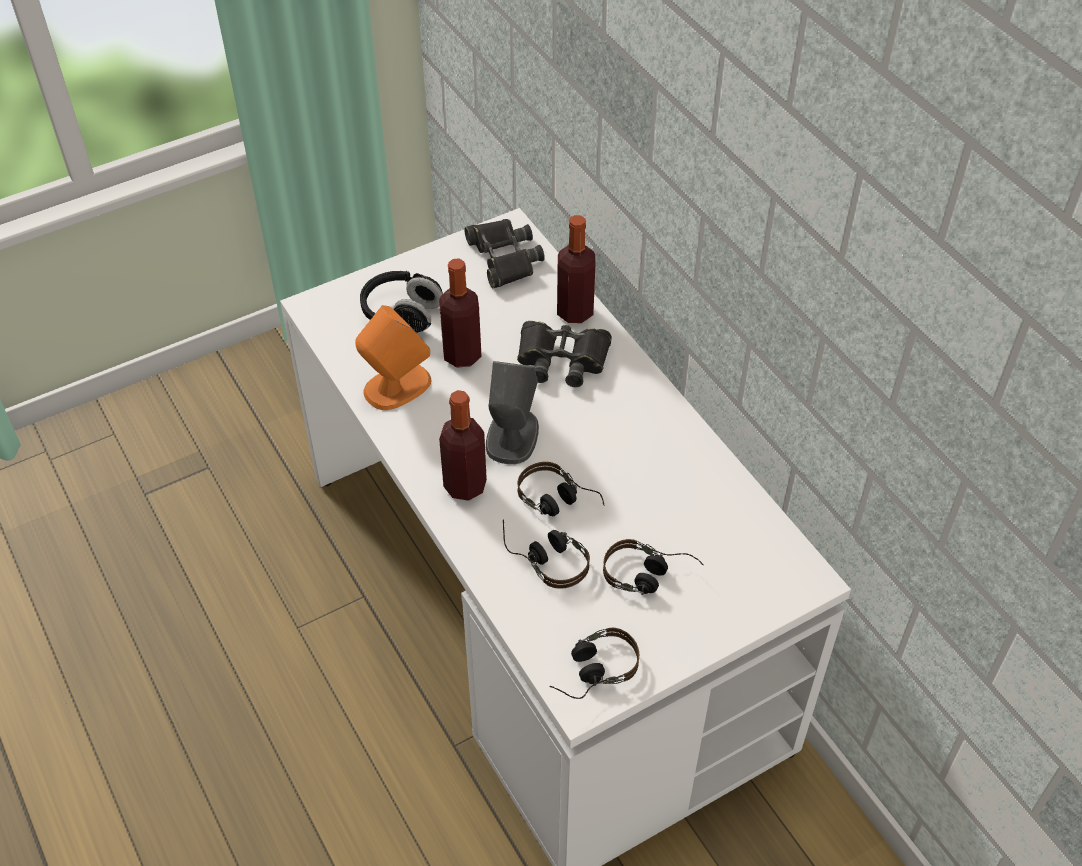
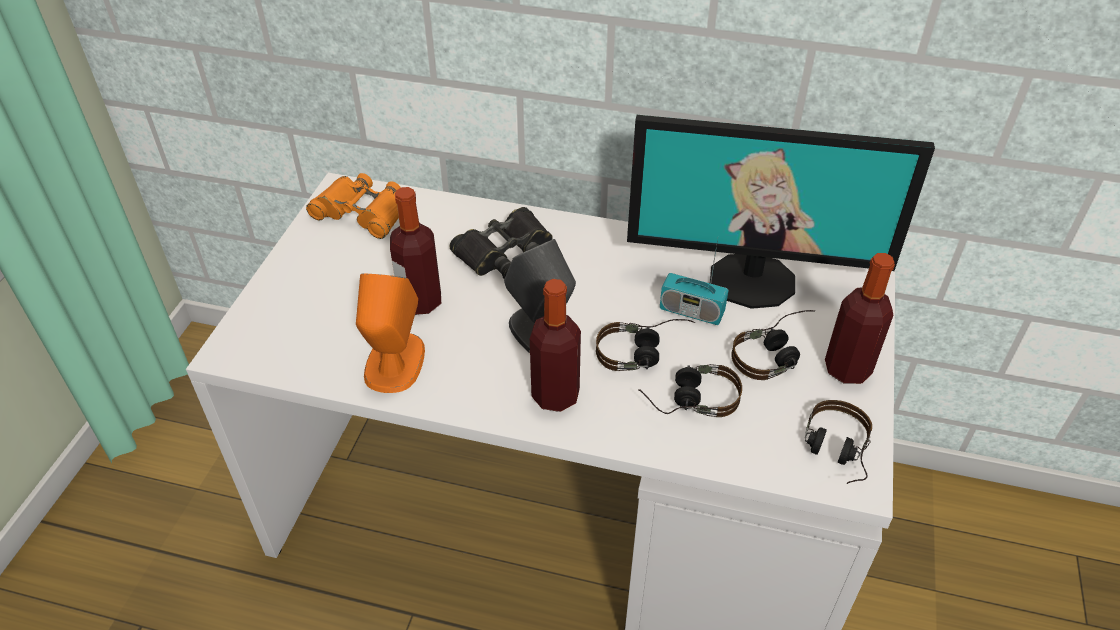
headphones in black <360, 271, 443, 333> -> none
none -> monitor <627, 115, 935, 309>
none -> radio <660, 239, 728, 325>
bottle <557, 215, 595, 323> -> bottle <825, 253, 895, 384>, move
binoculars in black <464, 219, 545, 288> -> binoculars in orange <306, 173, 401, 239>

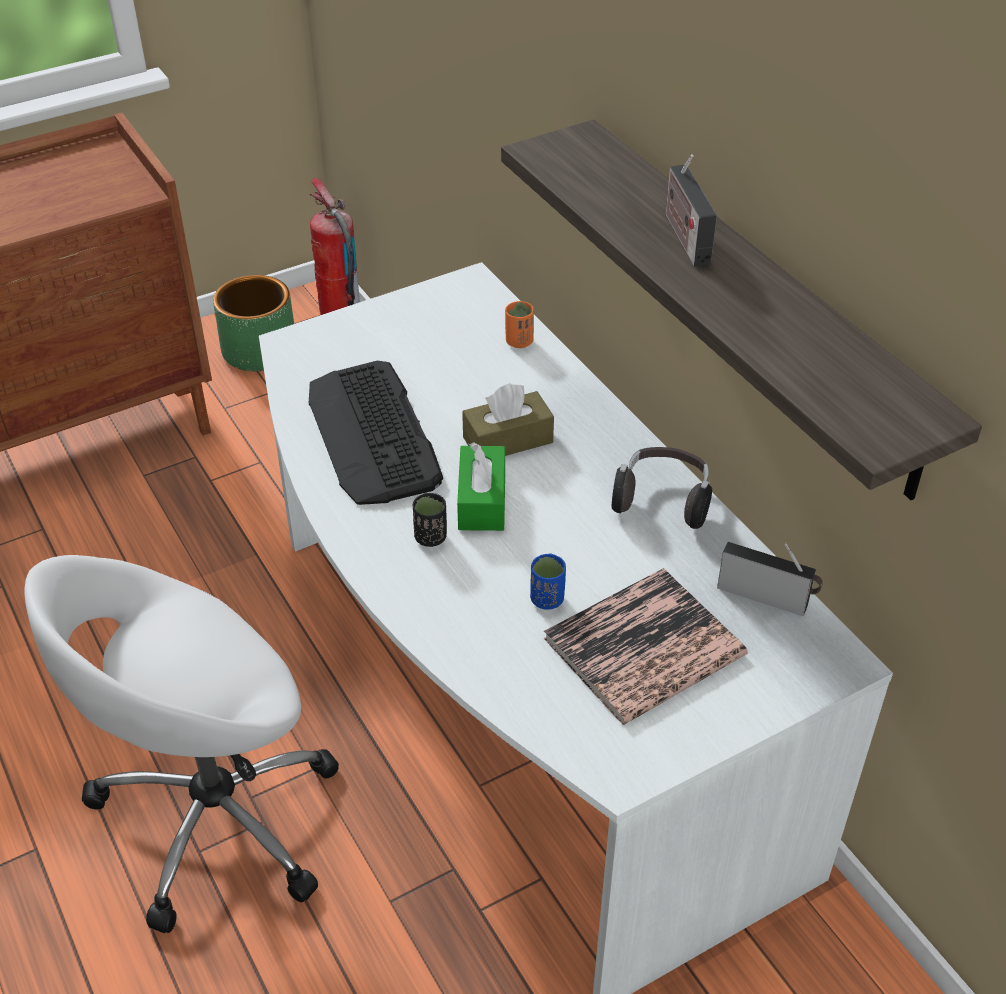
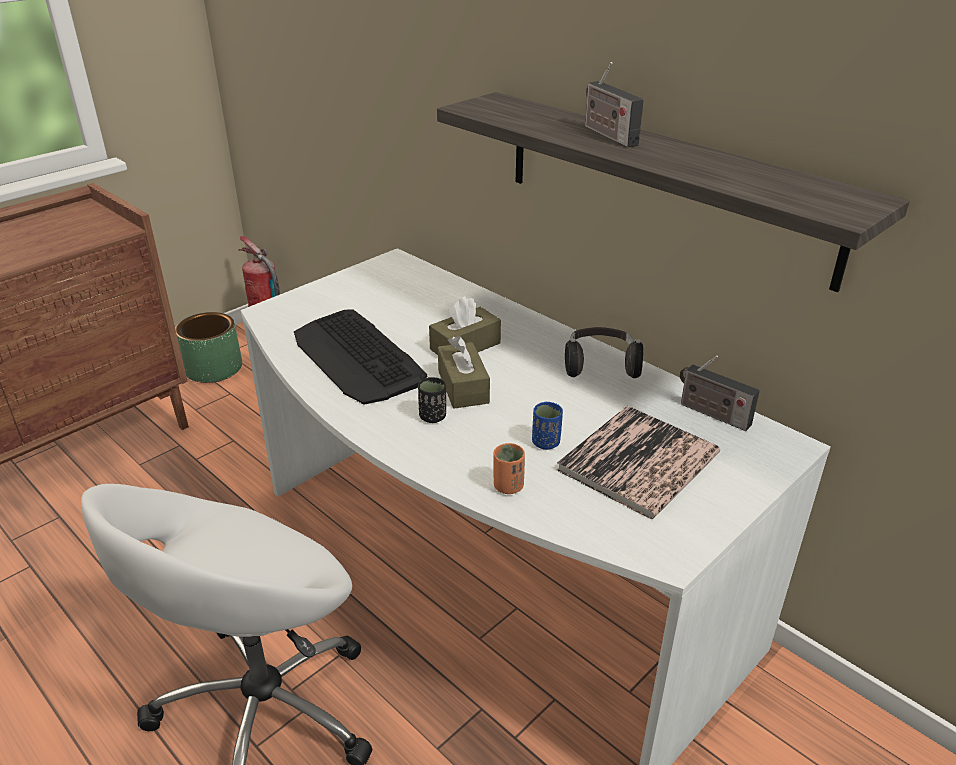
cup in orange <505, 301, 534, 348> -> cup in orange <493, 443, 525, 494>, move
tissue box in green <457, 442, 505, 531> -> tissue box in brown <438, 335, 490, 409>
radio <717, 542, 823, 616> -> radio <680, 355, 760, 431>, 150 degrees counterclockwise

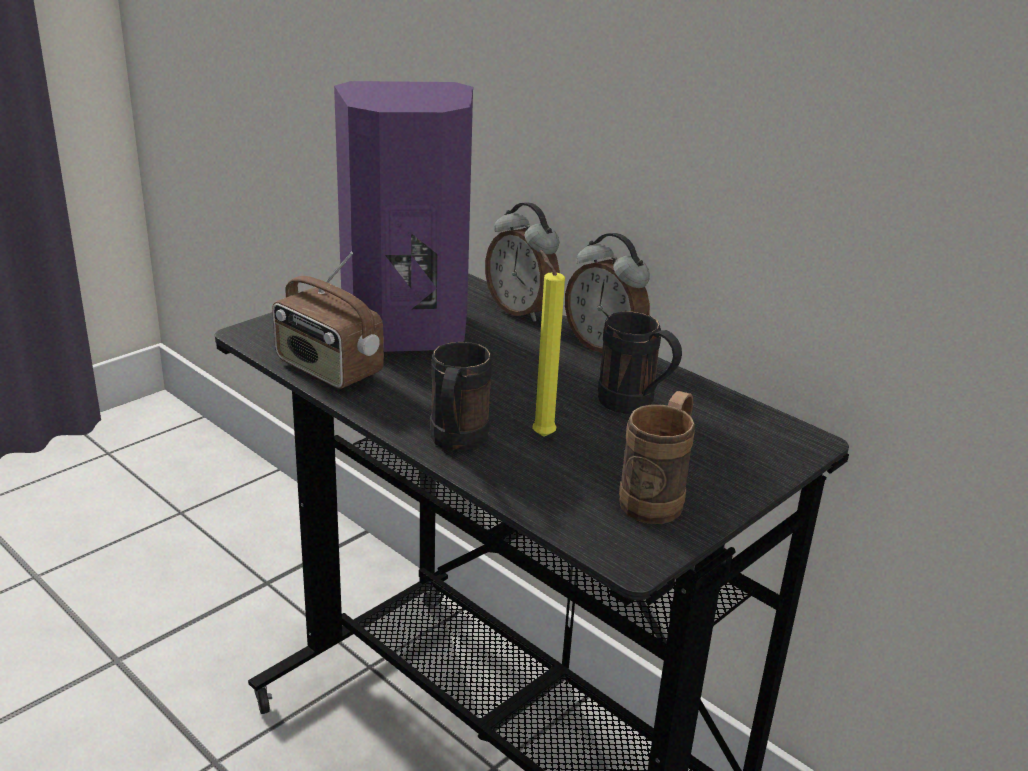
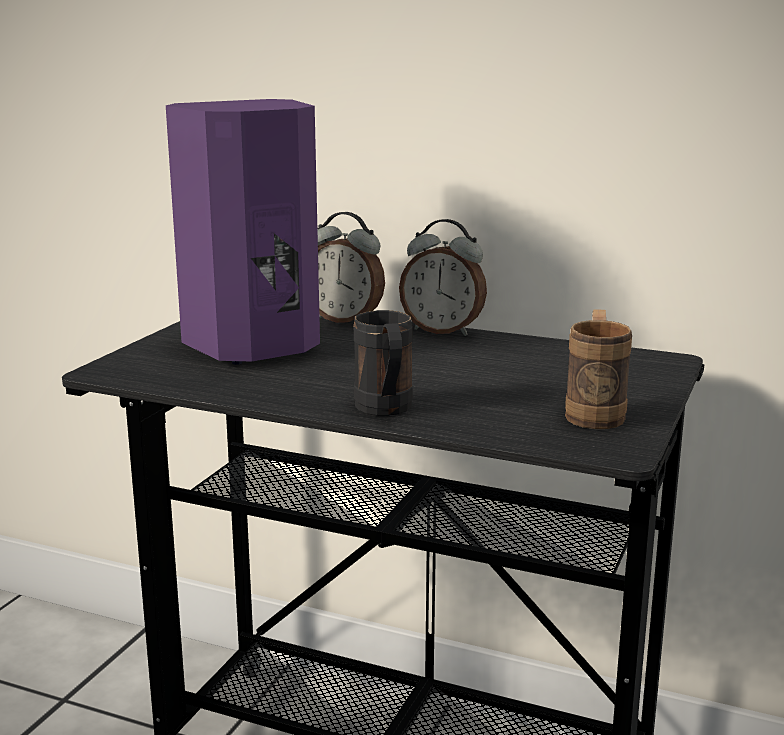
radio <272, 252, 384, 389> -> none
candle in yellow <532, 250, 565, 437> -> none
mug in black <598, 311, 682, 414> -> none

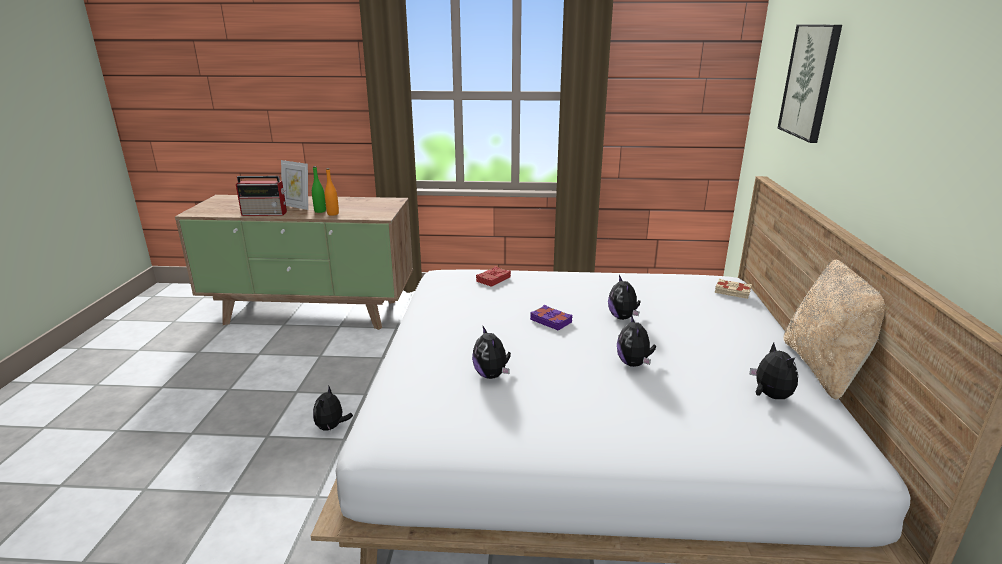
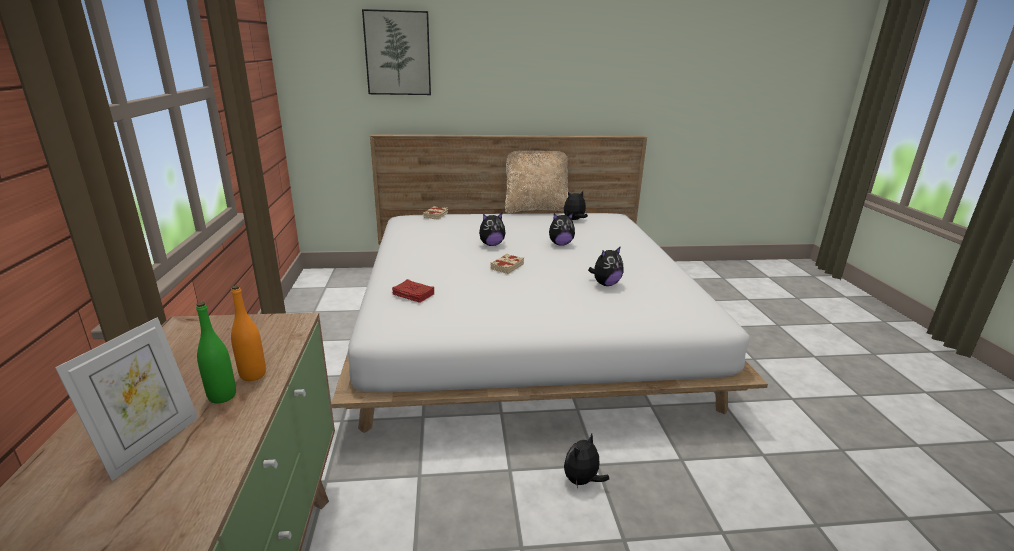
radio <236, 176, 287, 216> -> none
book in purple <530, 305, 573, 331> -> book in beige <490, 254, 524, 274>
plush toy <313, 386, 353, 431> -> plush toy <564, 433, 609, 488>, 135 degrees clockwise

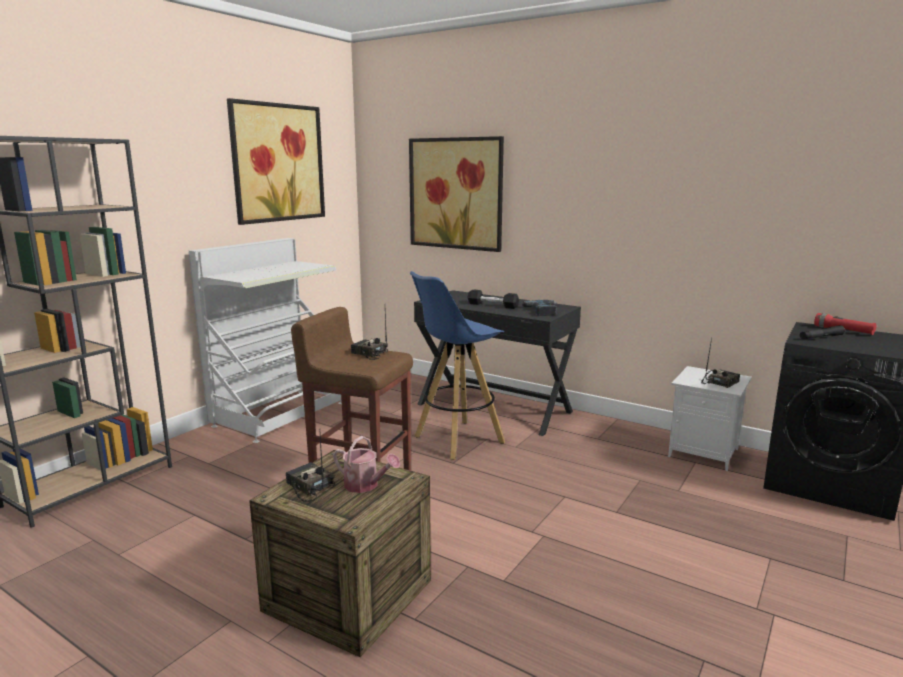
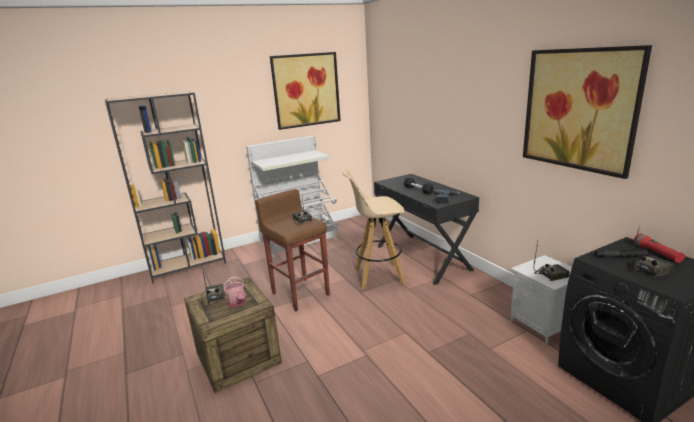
none -> radio <627, 226, 675, 278>
picture <409, 136, 504, 252> -> picture <523, 45, 652, 179>, move
stool in blue <410, 271, 505, 460> -> stool in beige <343, 168, 406, 290>

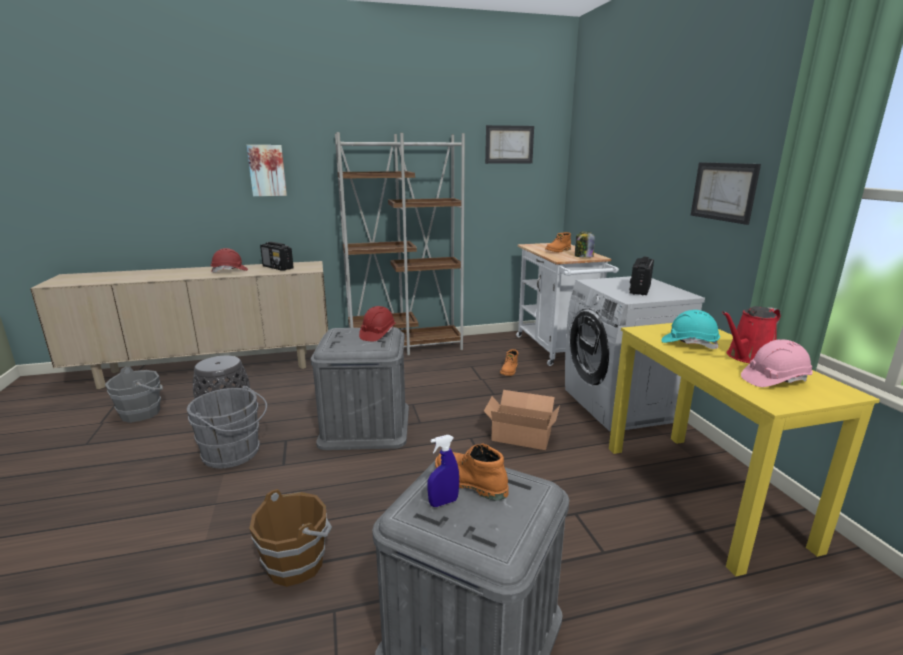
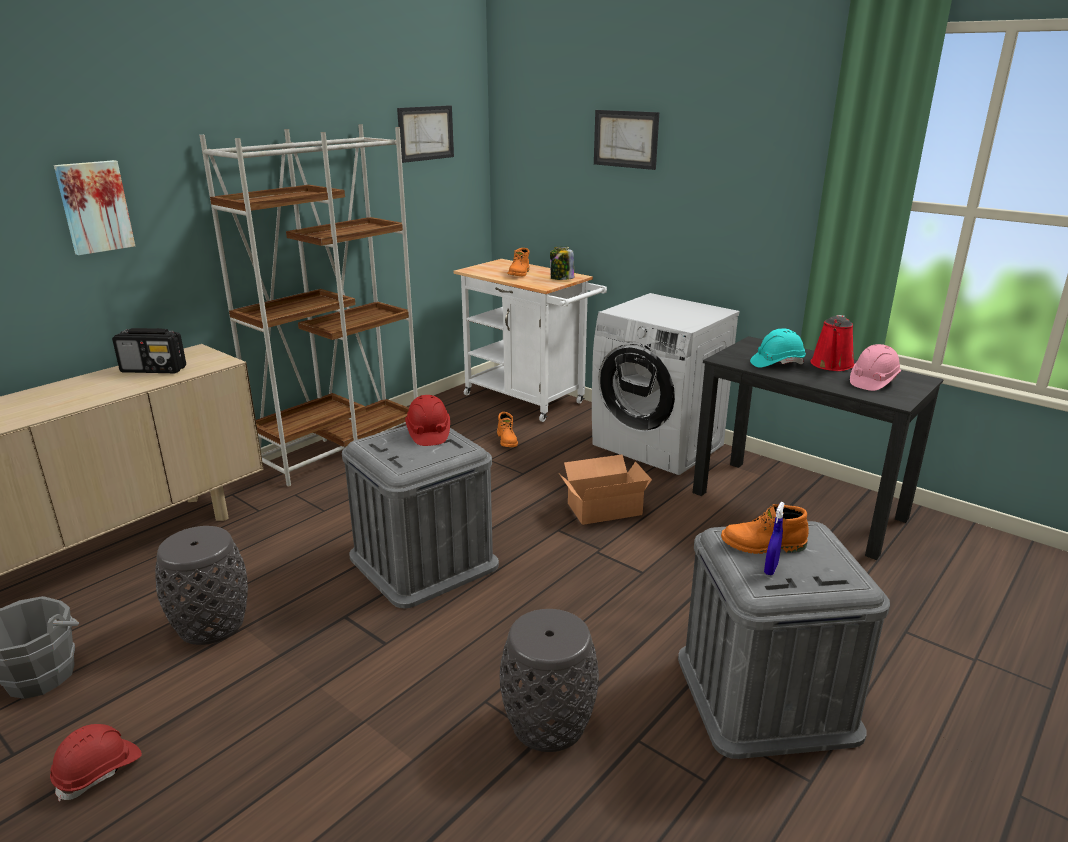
bucket in grey <187, 386, 267, 469> -> none
radio <629, 257, 654, 295> -> none
hard hat in red <211, 248, 248, 272> -> hard hat in red <50, 724, 142, 802>, move
picture <691, 162, 761, 225> -> picture <594, 110, 659, 170>, move
bucket in brown <249, 489, 332, 587> -> stool in grey <500, 609, 599, 752>
desk in yellow <609, 323, 880, 577> -> desk in black <693, 336, 944, 560>

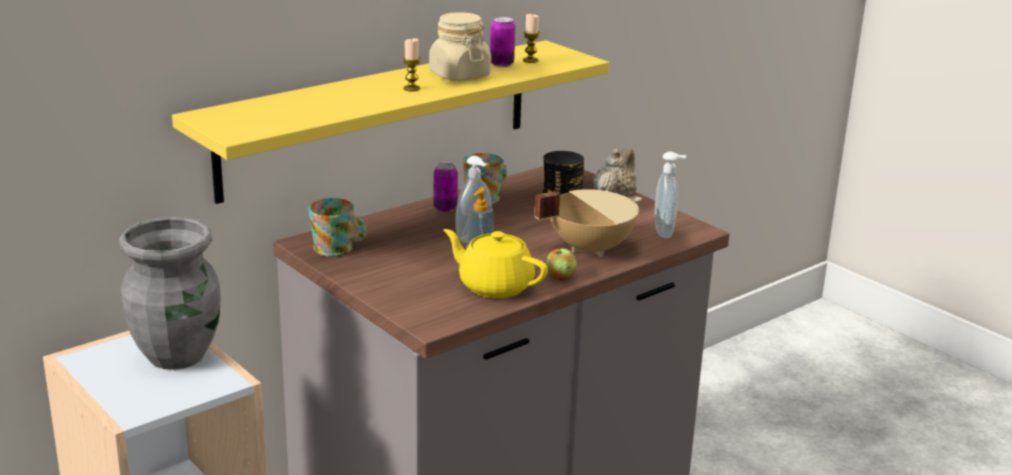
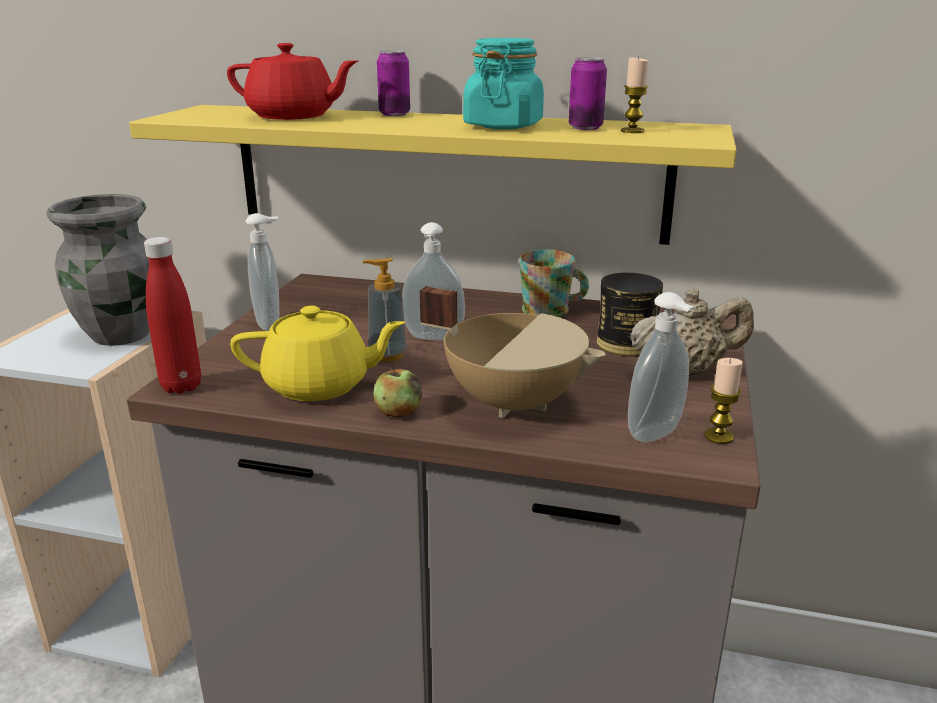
mug <308, 198, 366, 257> -> none
none -> bottle in red <144, 237, 201, 394>
none -> teapot in red <227, 43, 358, 120>
none -> soap dispenser <246, 213, 279, 331>
candle <403, 38, 420, 91> -> candle <704, 358, 743, 444>, move
can <434, 163, 458, 212> -> can <377, 50, 410, 116>, move
jar in beige <429, 12, 491, 81> -> jar in turquoise <463, 38, 544, 129>
teapot in yellow <443, 229, 548, 298> -> teapot in yellow <230, 306, 406, 401>, 90 degrees clockwise

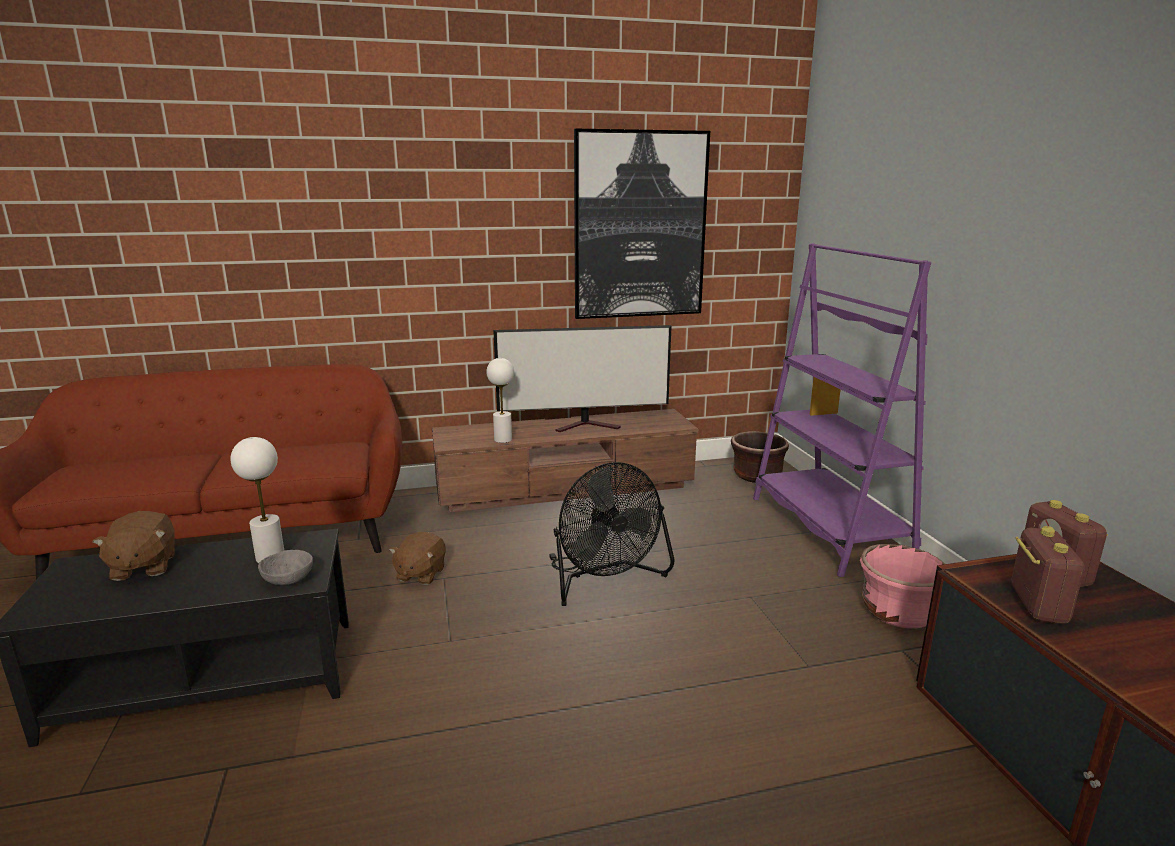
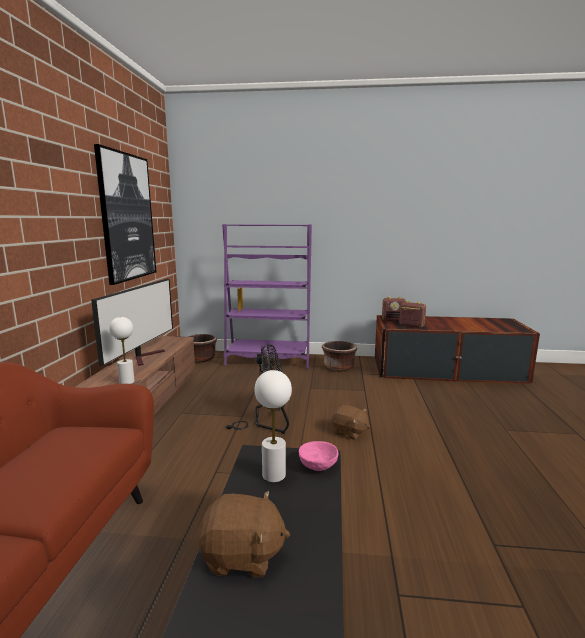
plush toy in brown <389, 532, 446, 585> -> plush toy in brown <332, 405, 370, 440>, move
bowl in grey <258, 550, 313, 585> -> bowl in pink <299, 441, 339, 471>
planter in pink <860, 544, 945, 628> -> planter in brown <322, 341, 357, 371>

